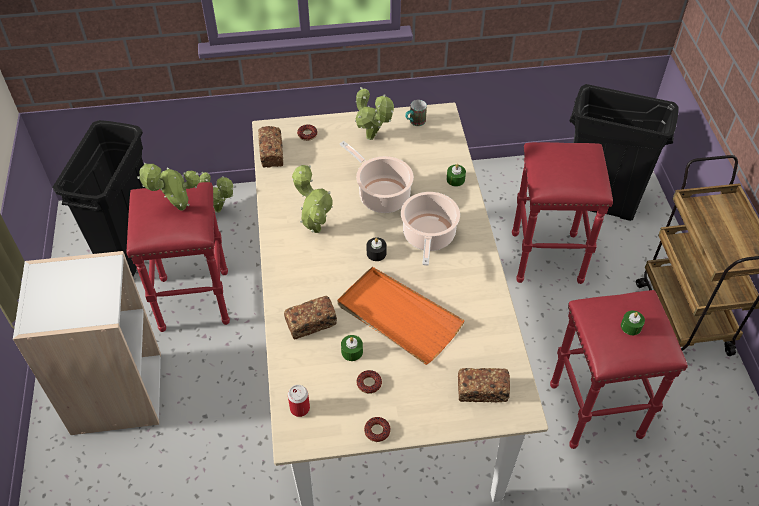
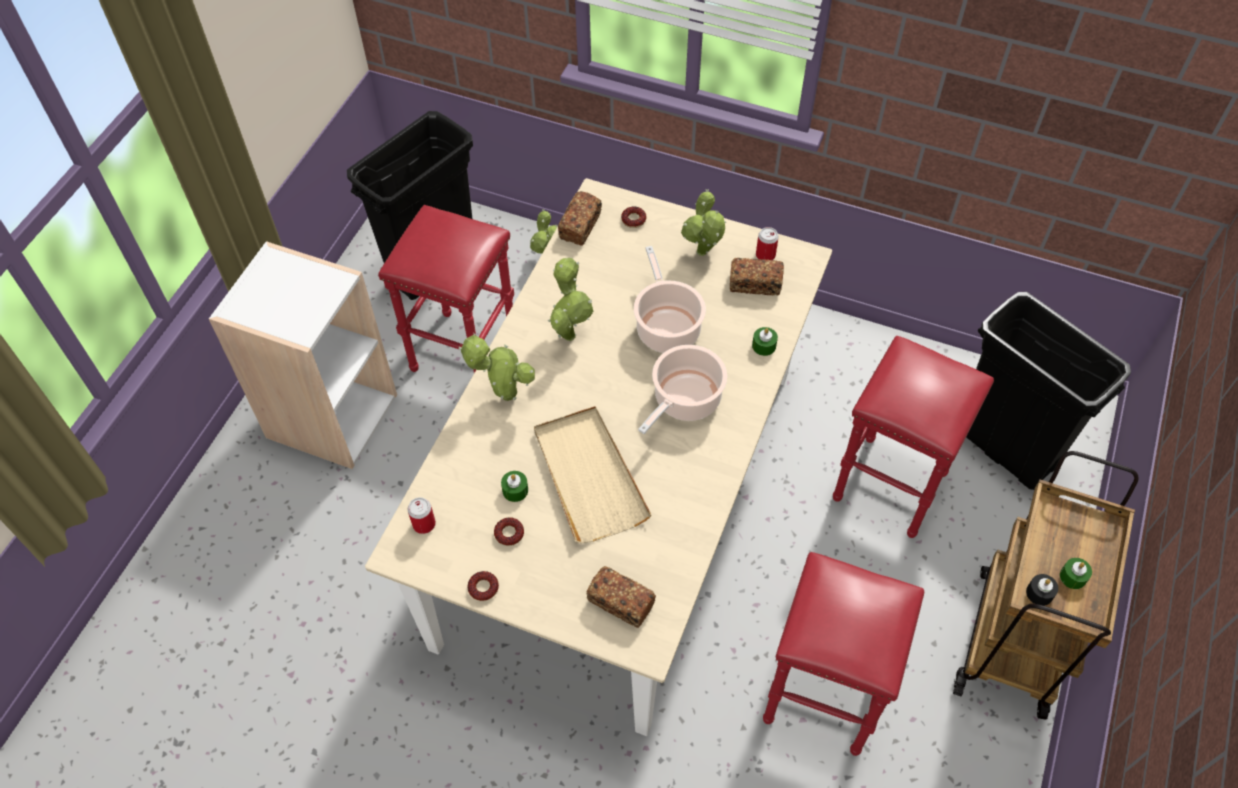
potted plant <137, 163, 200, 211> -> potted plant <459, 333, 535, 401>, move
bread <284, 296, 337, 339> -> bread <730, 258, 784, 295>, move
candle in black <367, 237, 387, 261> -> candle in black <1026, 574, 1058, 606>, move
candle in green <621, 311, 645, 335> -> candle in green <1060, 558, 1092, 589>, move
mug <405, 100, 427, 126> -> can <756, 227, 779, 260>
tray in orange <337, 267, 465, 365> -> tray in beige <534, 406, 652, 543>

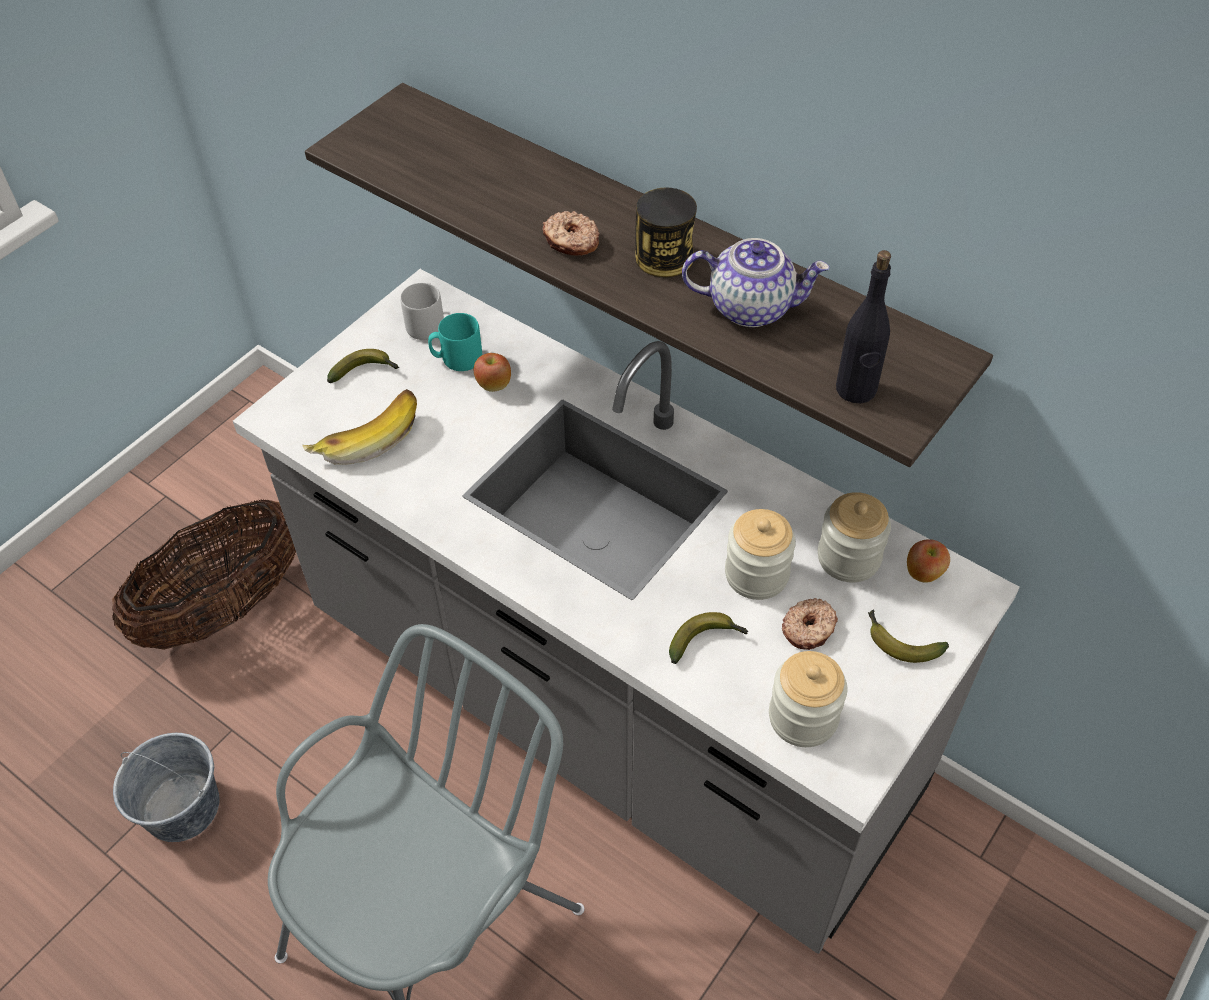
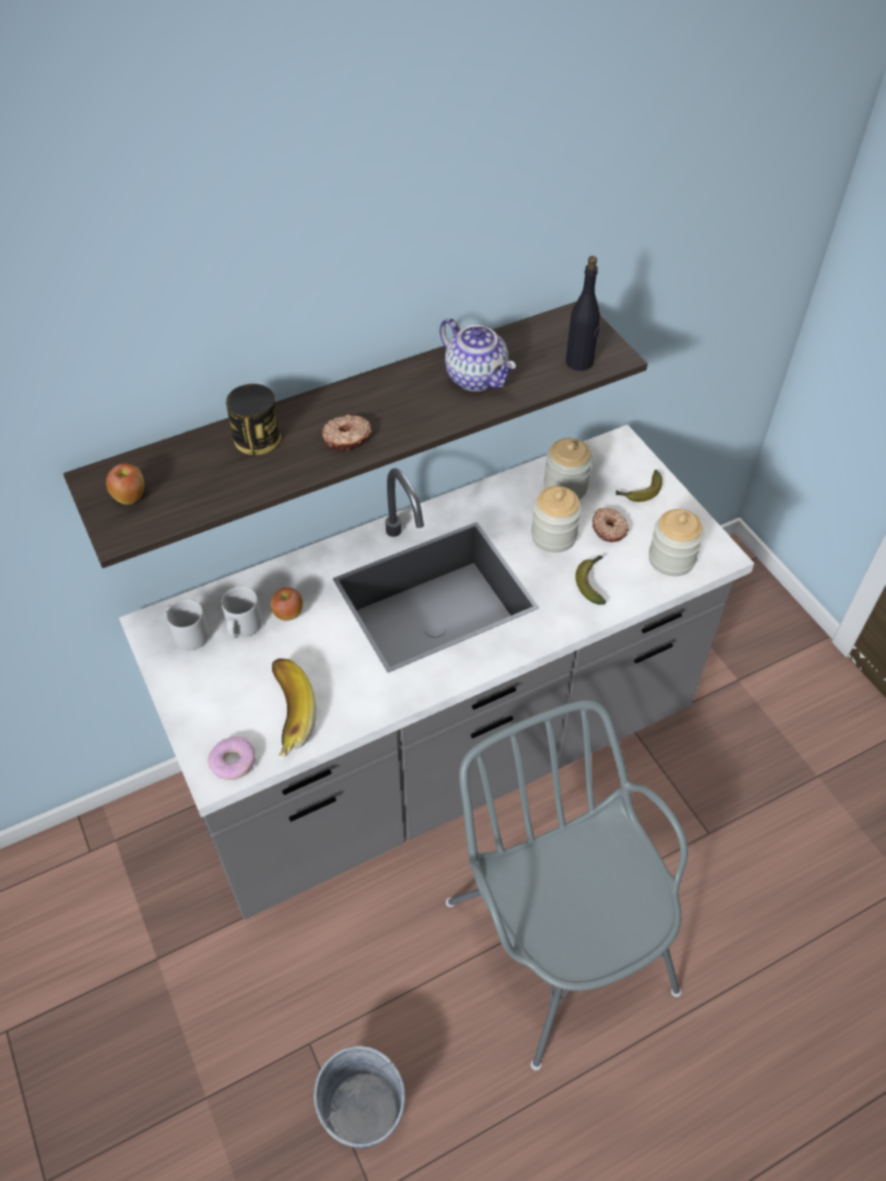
basket <112, 500, 296, 650> -> none
banana <327, 349, 399, 383> -> none
none -> donut <208, 737, 255, 780>
can <635, 187, 697, 278> -> can <226, 384, 281, 456>, move
apple <907, 539, 950, 583> -> apple <106, 464, 144, 505>, move
mug in turquoise <428, 313, 482, 371> -> mug in grey <221, 587, 262, 638>
teapot <682, 238, 830, 327> -> teapot <439, 318, 516, 391>, 105 degrees clockwise

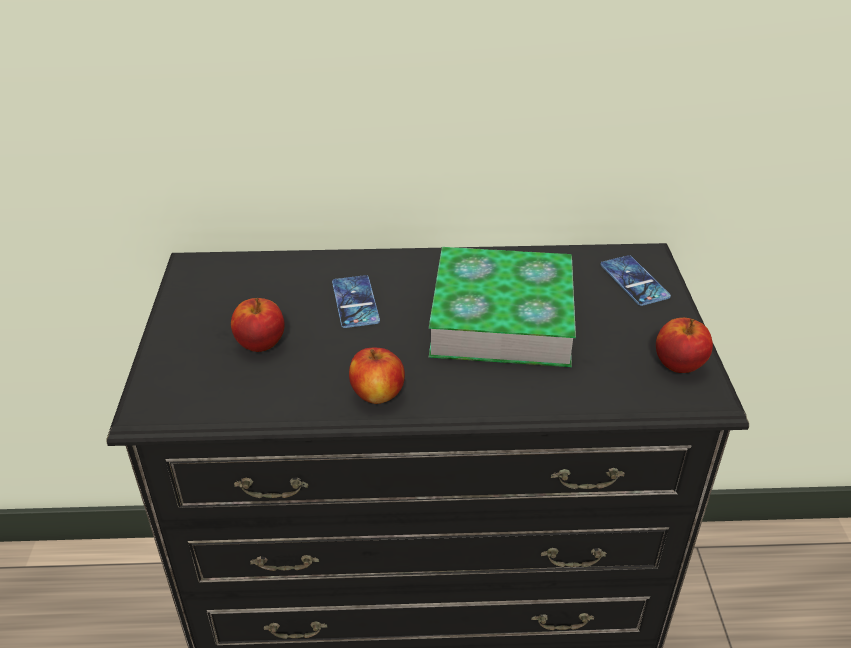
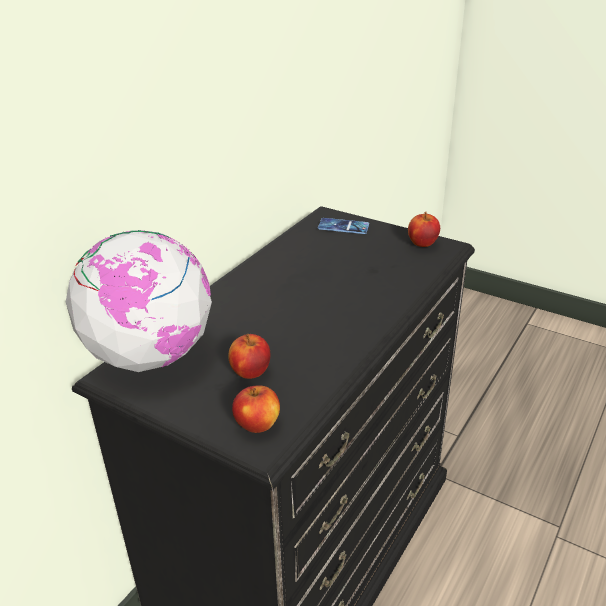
phone <332, 275, 380, 328> -> none
book <429, 247, 576, 367> -> none
none -> globe <66, 230, 212, 372>
apple <349, 348, 405, 404> -> apple <232, 385, 280, 433>, move

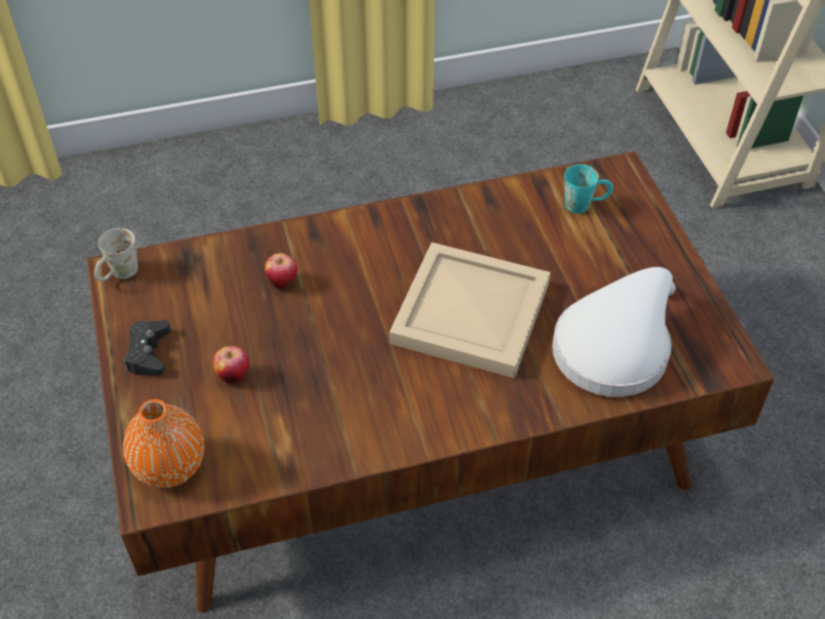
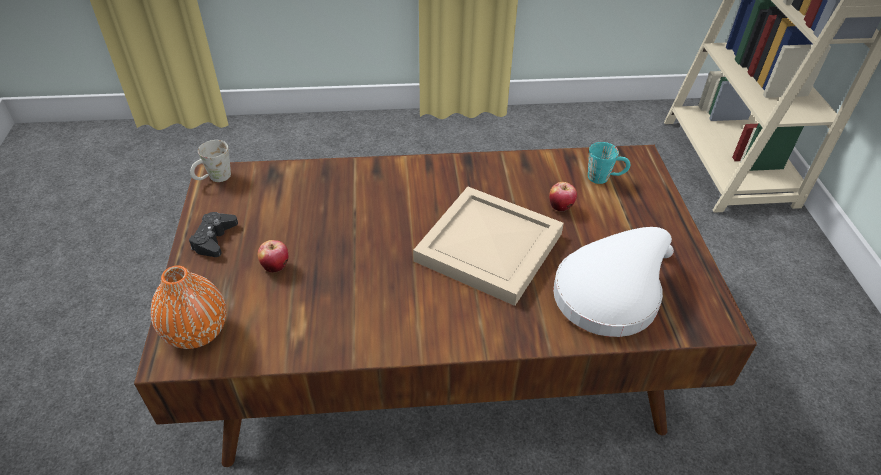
apple <265, 253, 297, 288> -> apple <549, 182, 577, 212>, move

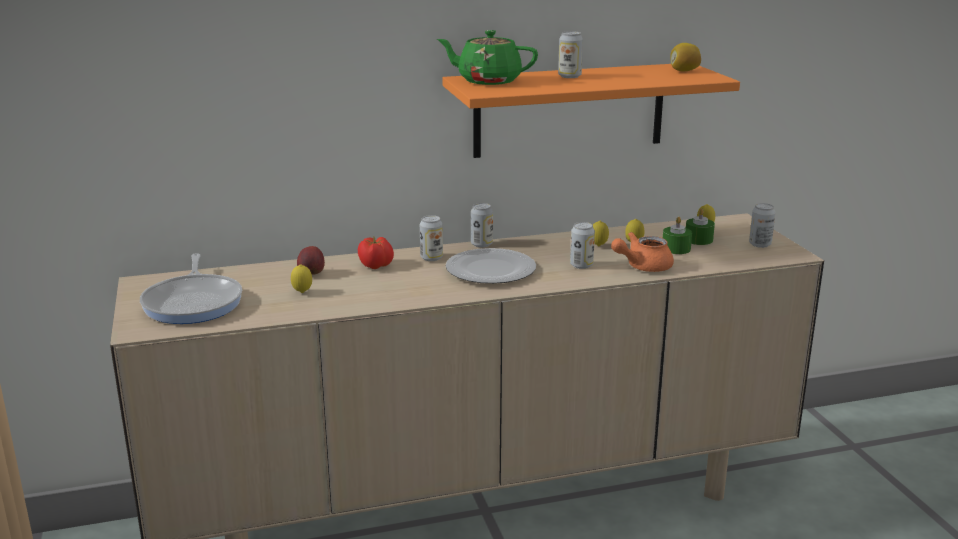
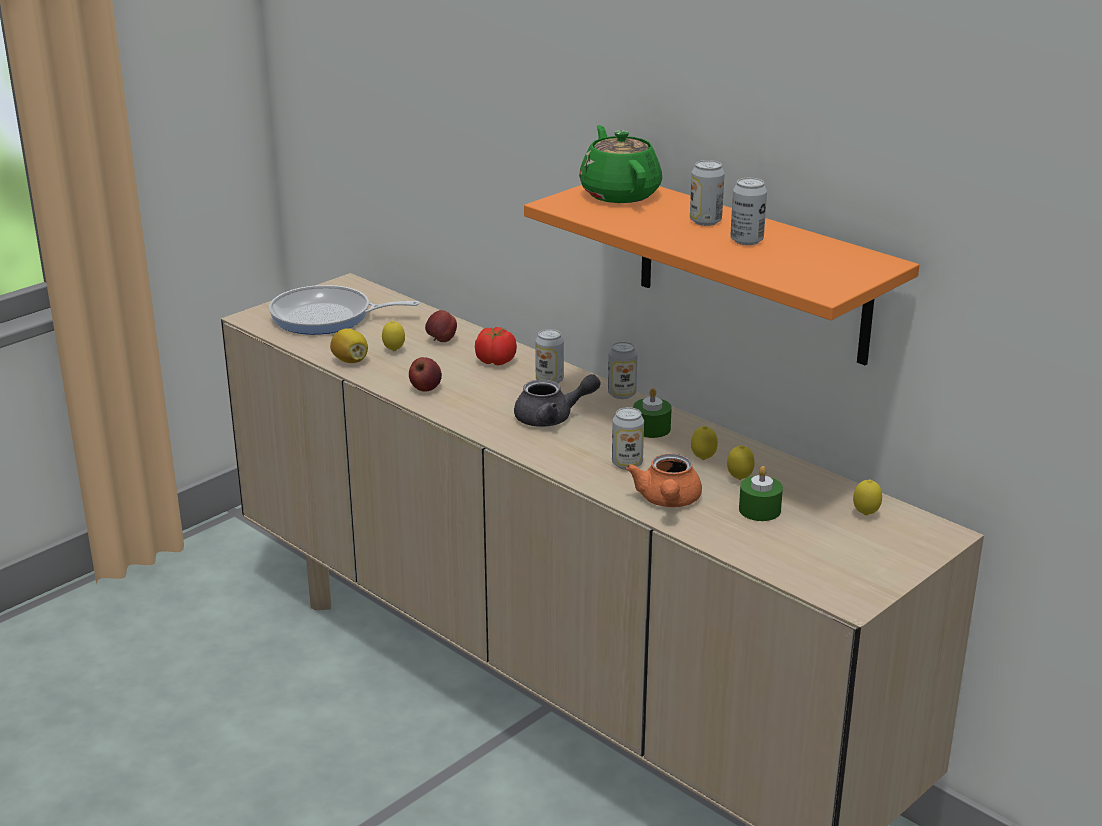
none -> apple <409, 357, 442, 392>
lemon <670, 43, 701, 71> -> lemon <330, 328, 368, 363>, move
candle in green <686, 208, 715, 245> -> candle in green <633, 388, 672, 438>, move
can <749, 203, 776, 248> -> can <730, 178, 767, 245>, move
plate <445, 248, 536, 284> -> teapot in grey <514, 374, 601, 427>
frying pan <140, 253, 242, 324> -> frying pan <269, 285, 419, 335>, 45 degrees clockwise
teapot in orange <611, 232, 674, 272> -> teapot in orange <626, 454, 702, 507>, 120 degrees counterclockwise

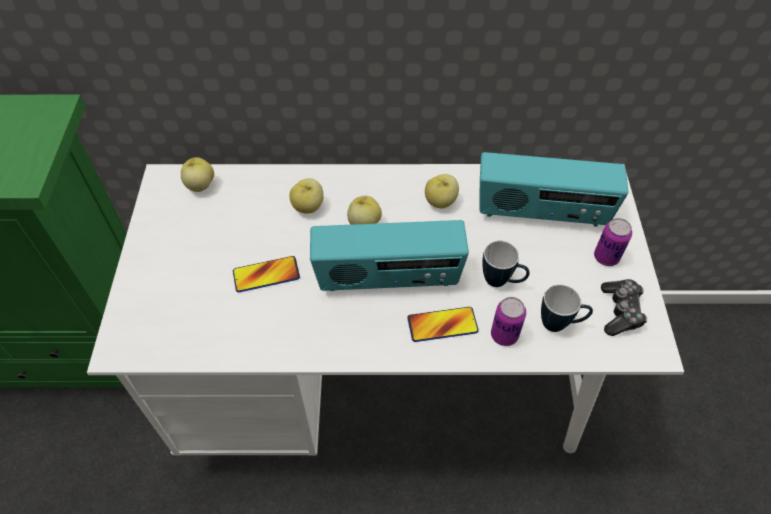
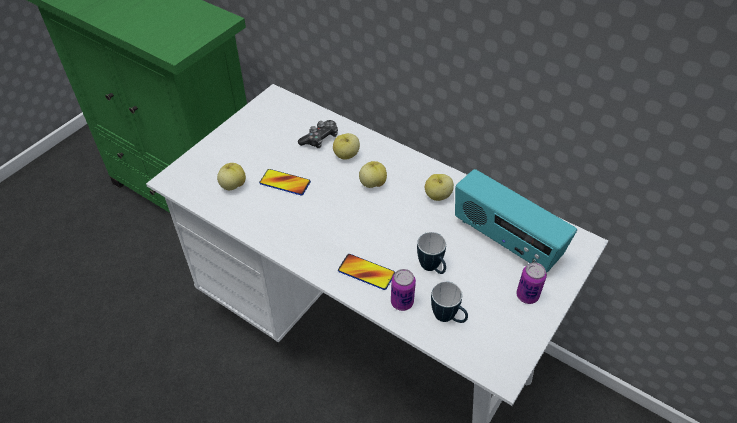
radio <310, 220, 469, 291> -> none
apple <181, 157, 214, 192> -> apple <217, 163, 246, 190>, move
game controller <601, 279, 648, 336> -> game controller <298, 120, 338, 148>, move

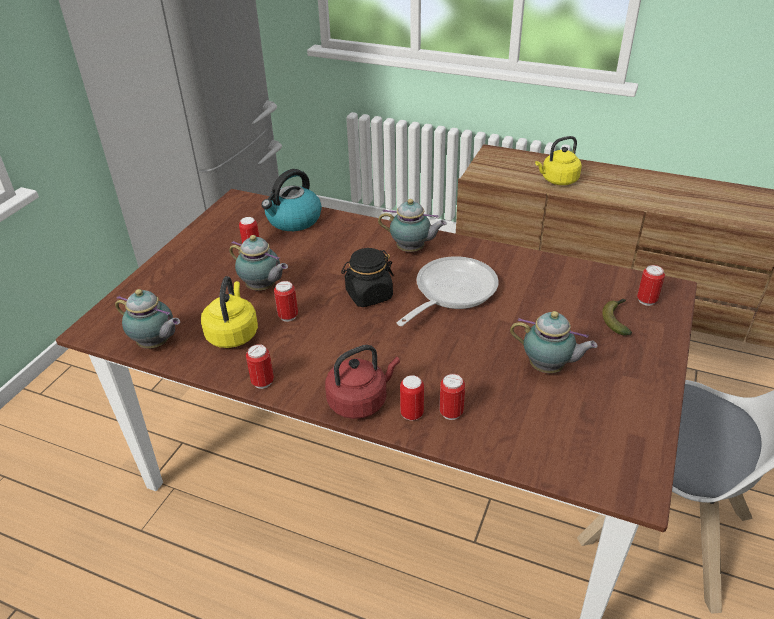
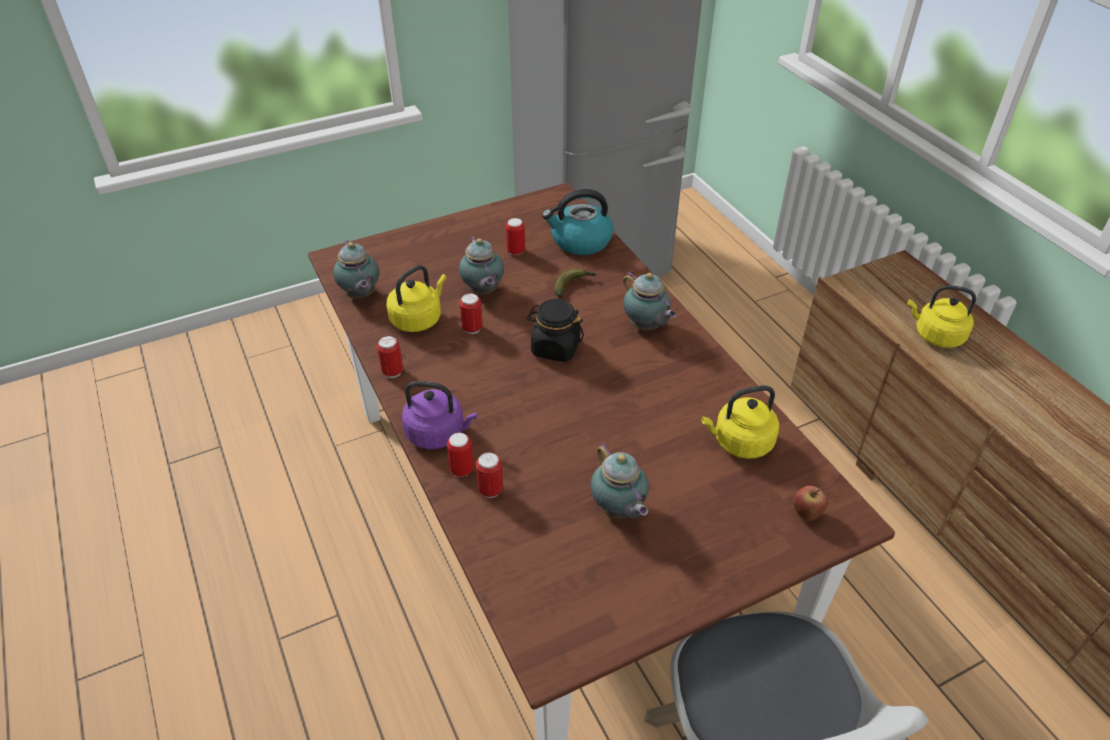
frying pan <396, 256, 499, 326> -> none
none -> kettle in yellow <701, 385, 779, 459>
banana <602, 299, 632, 336> -> banana <554, 268, 596, 297>, move
can <637, 265, 665, 306> -> apple <793, 486, 828, 521>
kettle in red <325, 345, 400, 419> -> kettle in purple <402, 381, 477, 449>

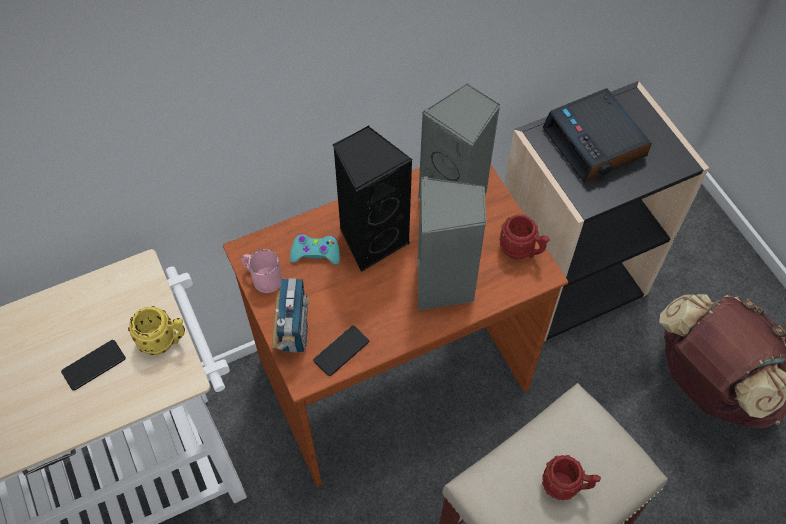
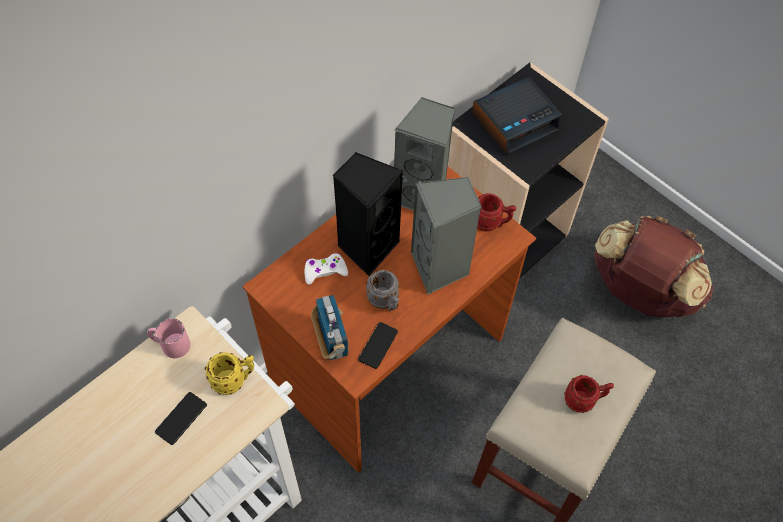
none -> mug in grey <366, 270, 399, 311>
mug in pink <241, 249, 282, 293> -> mug in pink <147, 318, 191, 358>, move
game controller in turquoise <290, 234, 340, 265> -> game controller in white <305, 253, 348, 285>
alarm clock <543, 88, 652, 183> -> alarm clock <472, 77, 562, 155>, 75 degrees counterclockwise

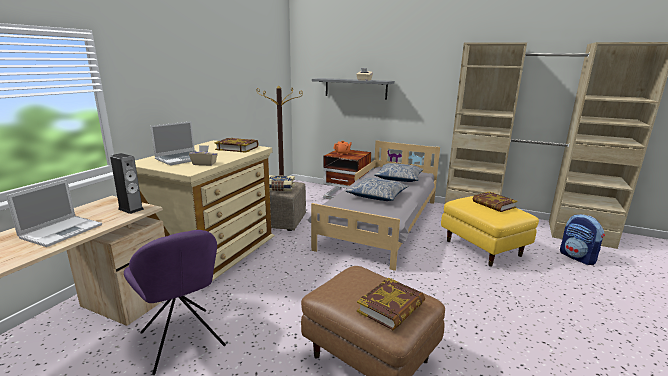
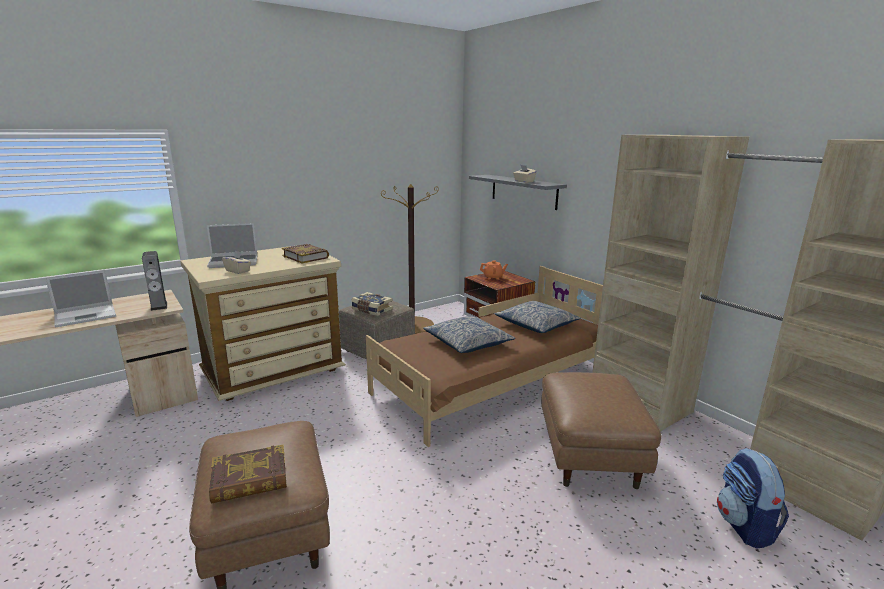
chair in purple <124, 230, 226, 375> -> none
book <473, 191, 518, 212> -> none
bed in grey <307, 140, 440, 271> -> bed in brown <366, 266, 603, 447>
ottoman in yellow <441, 196, 539, 267> -> ottoman in brown <541, 372, 661, 489>

